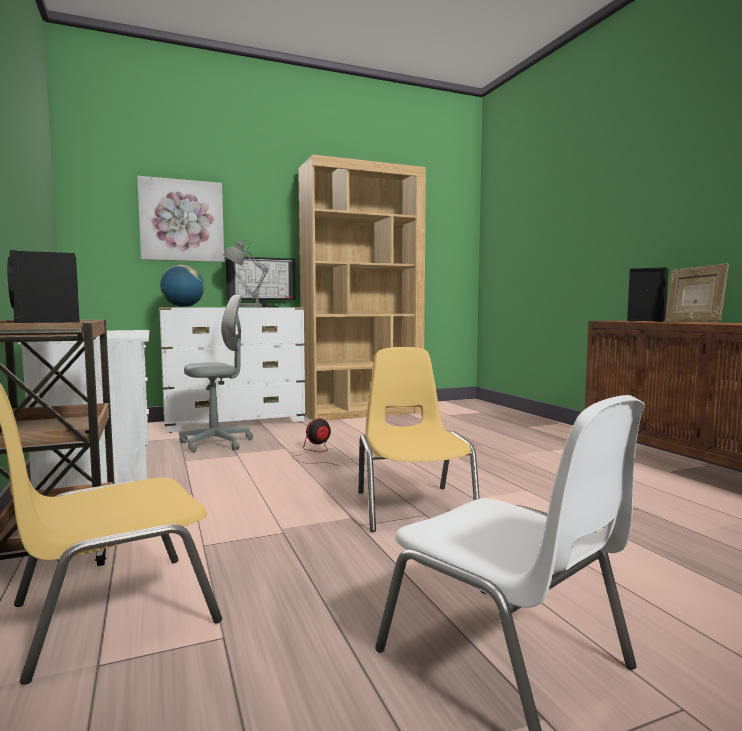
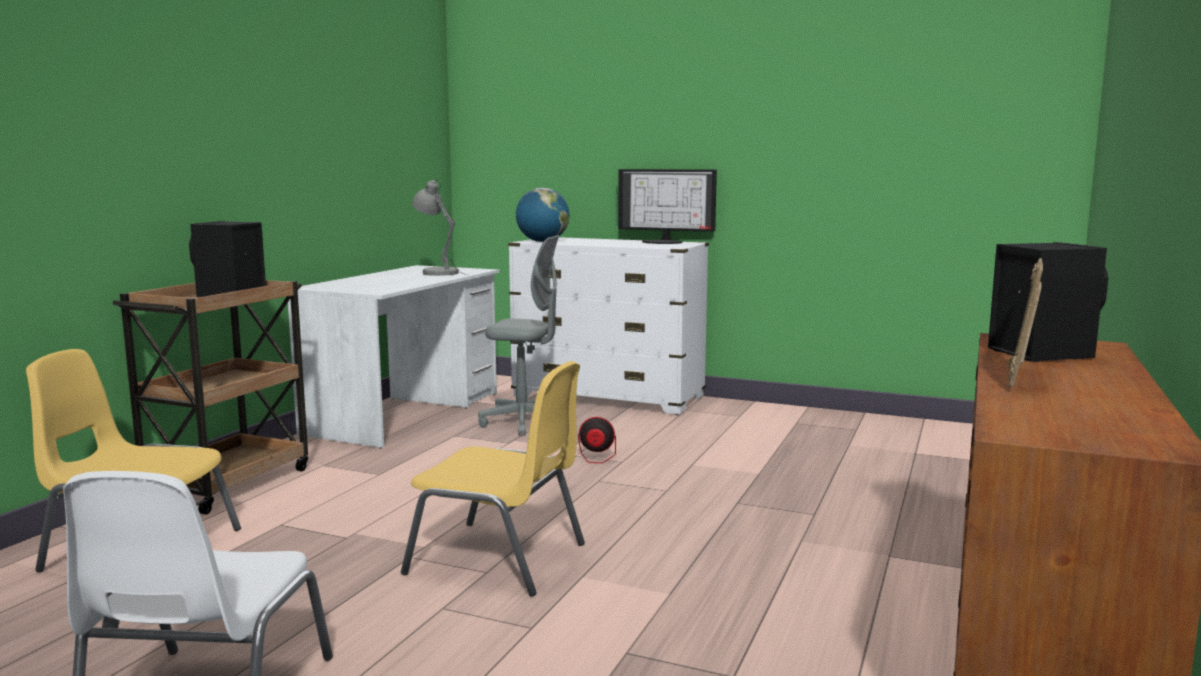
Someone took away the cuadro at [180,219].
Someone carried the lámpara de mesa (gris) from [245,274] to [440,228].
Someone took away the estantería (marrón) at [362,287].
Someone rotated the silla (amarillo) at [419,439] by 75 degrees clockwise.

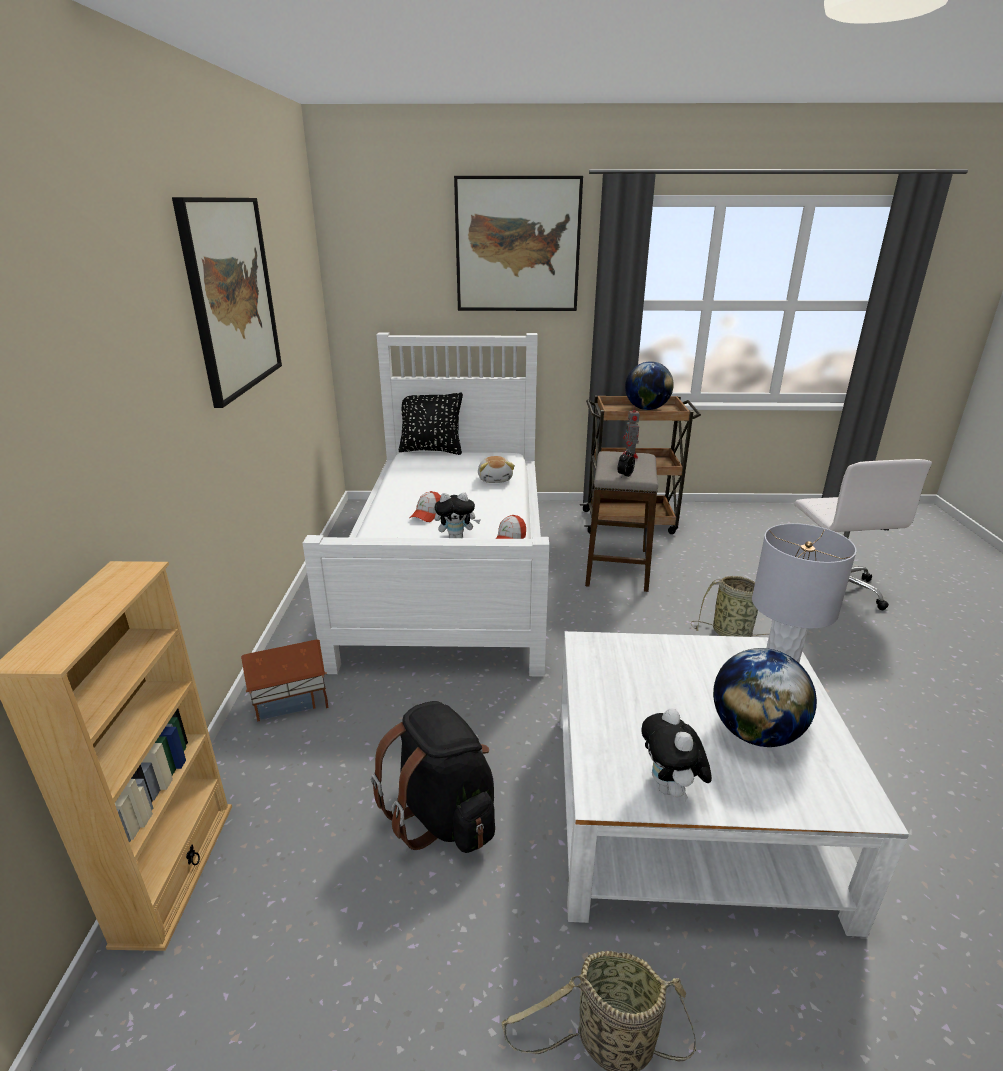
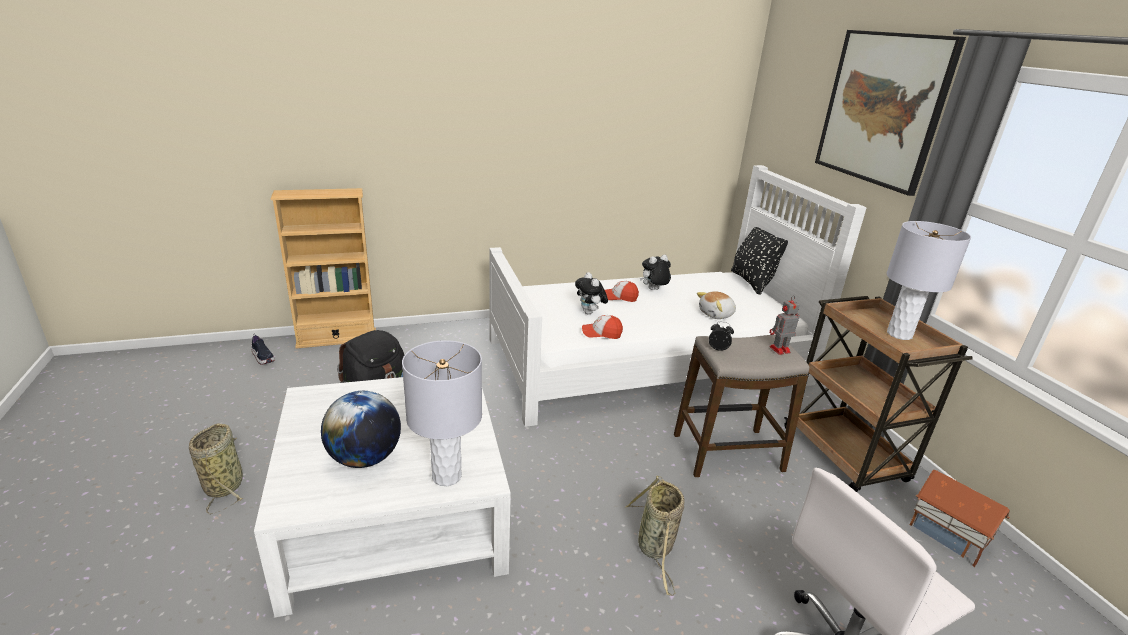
Someone took away the cuadro at [227,302].
Someone carried the casita from [284,680] to [959,518].
Someone swapped the globo terráqueo at [649,385] for the lámpara de mesa (gris) at [928,280].
Someone carried the peluche from [676,754] to [655,272].
Someone put down the zapato at [263,349].

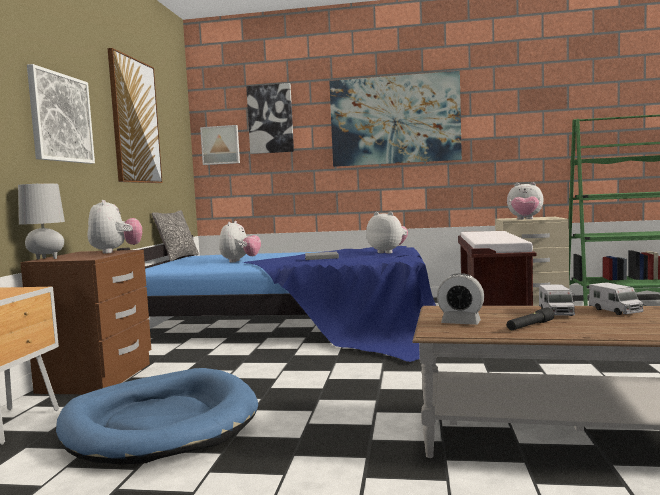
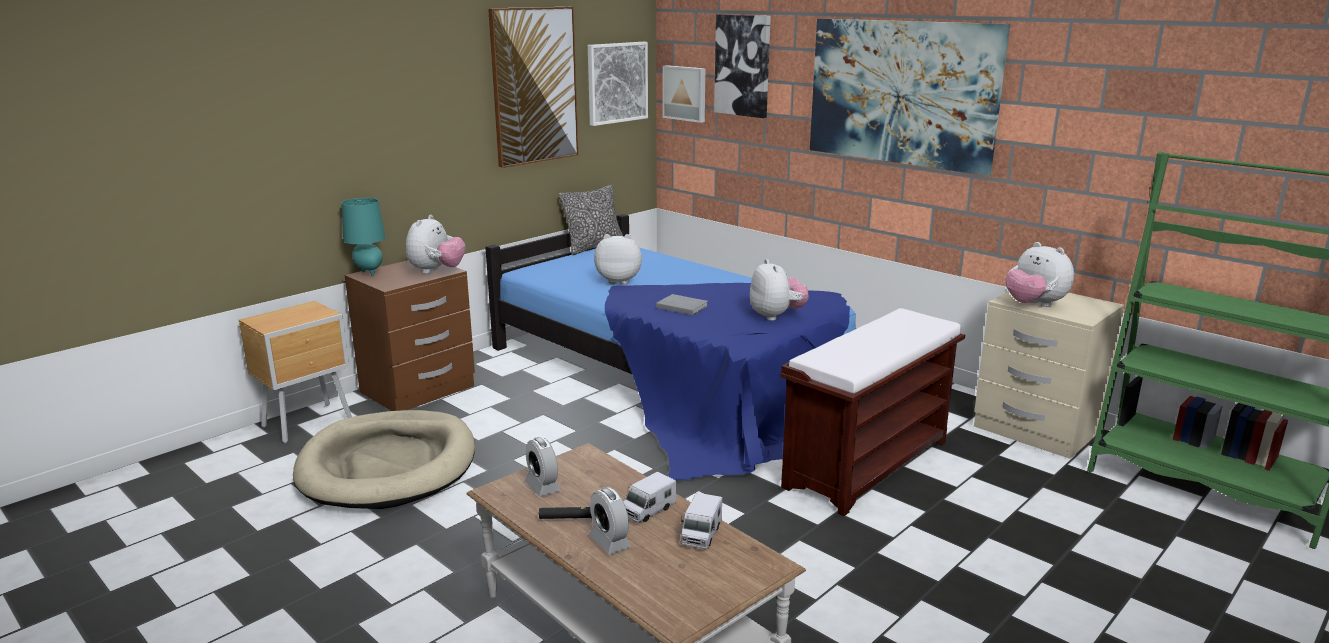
Someone repainted the lámpara de mesa (gris) at [41,221], which became the lámpara de mesa (turquesa) at [363,237].
Someone carried the cuadro from [61,114] to [618,84].
Someone repainted the cama para perro (azul) at [157,416], which became the cama para perro (beis) at [384,459].
Someone rotated the peluche at [240,242] by 135 degrees counterclockwise.
Someone put down the despertador at [610,521].

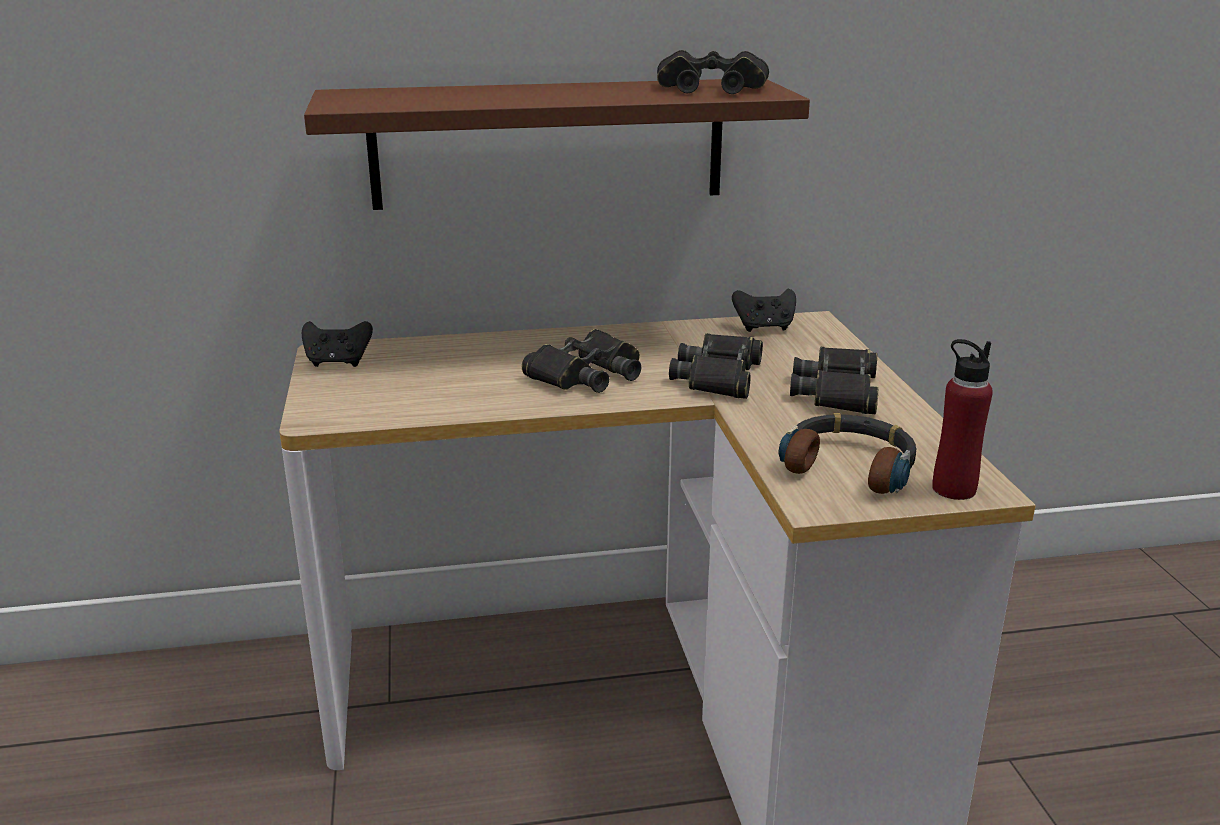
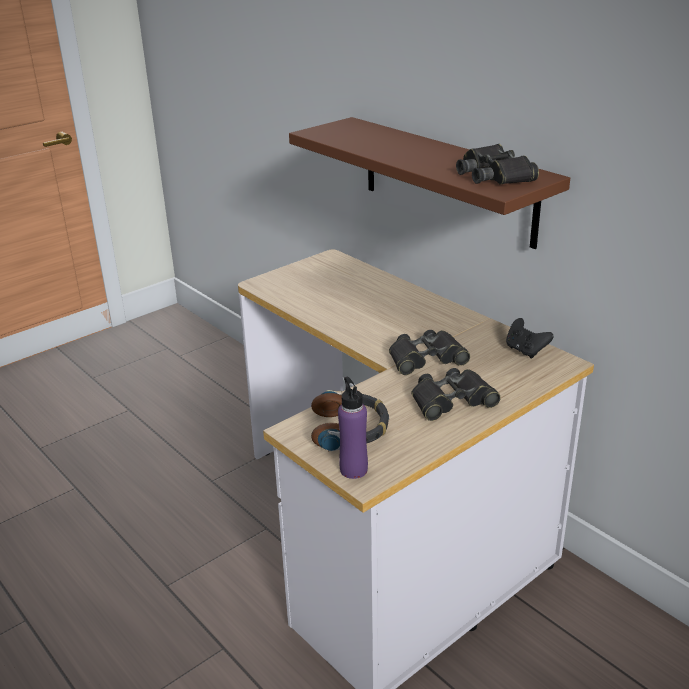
Someone took away the mando de consola (negro) at [337,344].
Someone took away the prismáticos (negro) at [581,361].
Someone repainted the botella (rojo) at [962,419], which became the botella (morado) at [353,428].

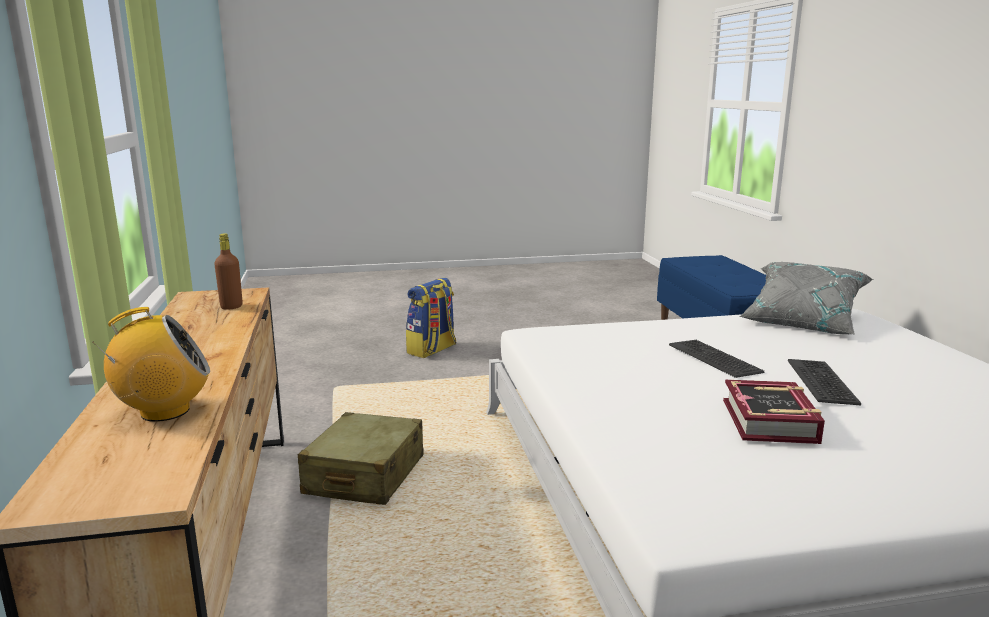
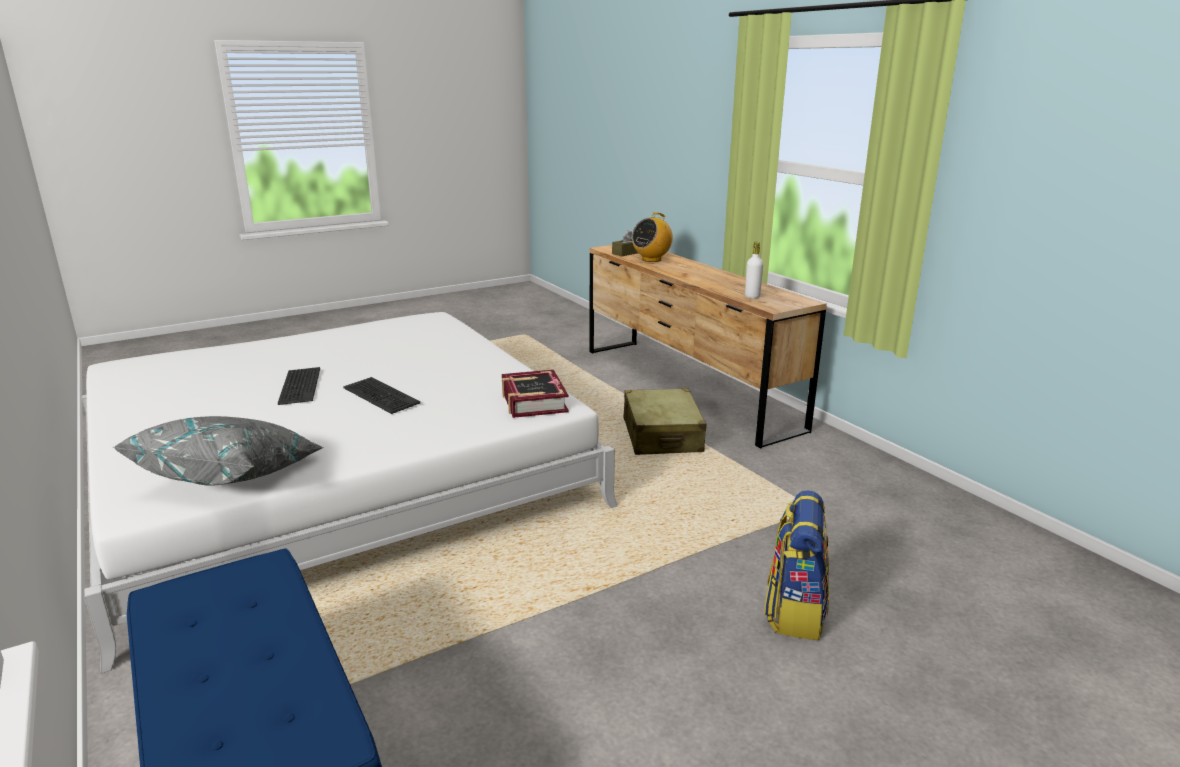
Someone repainted the botella (marrón) at [228,272], which became the botella (blanco) at [754,270].
Someone carried the libro from [774,412] to [535,394].
Someone put down the caja de pañuelos (marrón) at [625,243].

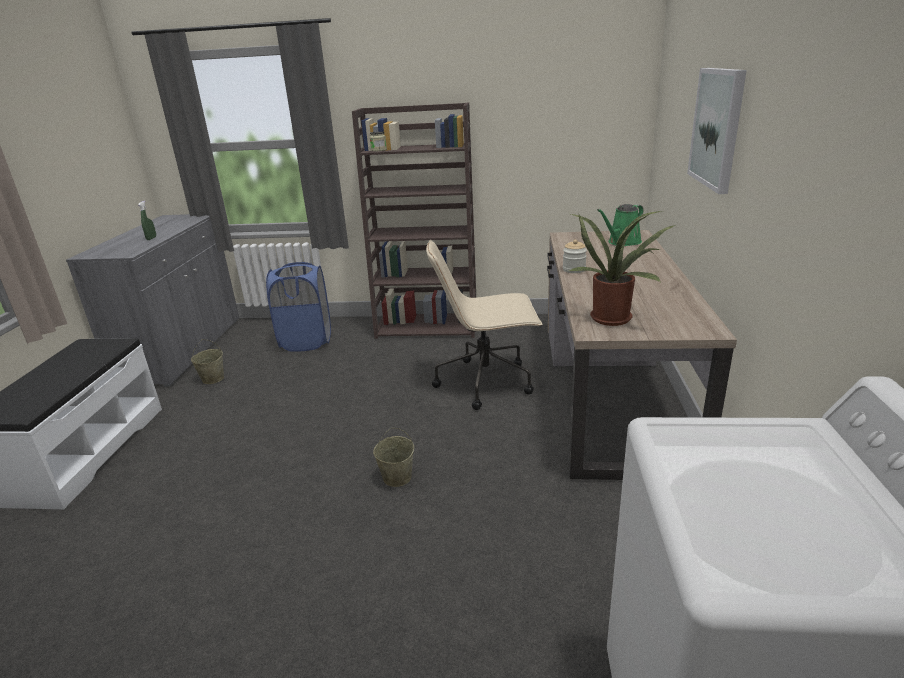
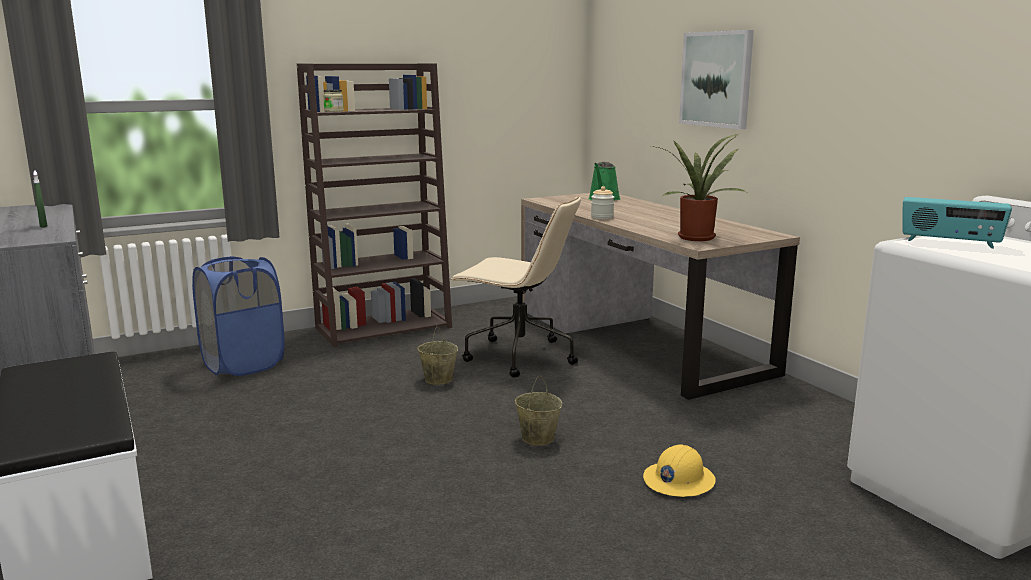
Someone carried the cubo (beis) from [207,361] to [437,355].
Someone rotated the silla de oficina (beis) at [484,325] by 120 degrees counterclockwise.
Someone put down the casco (amarillo) at [679,470].
Someone put down the radio at [957,222].

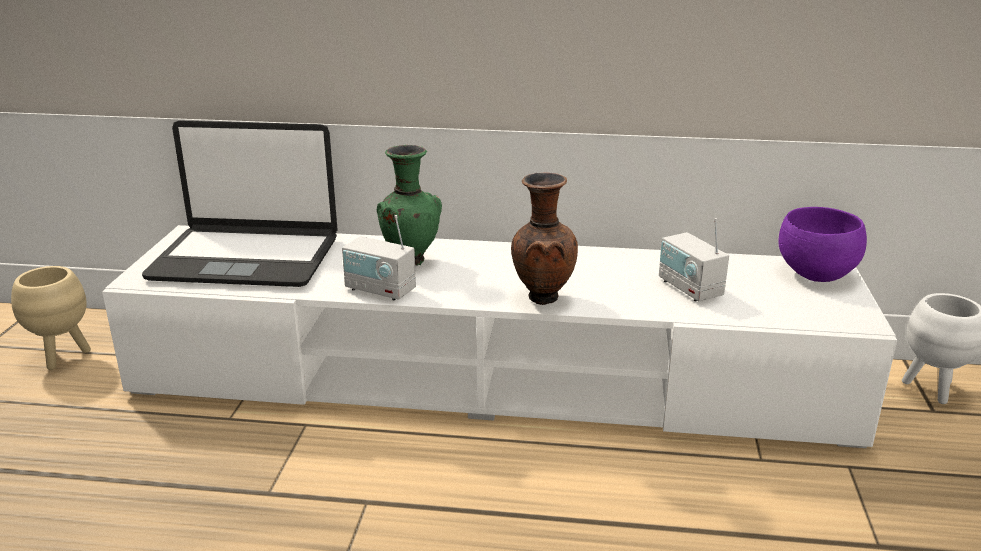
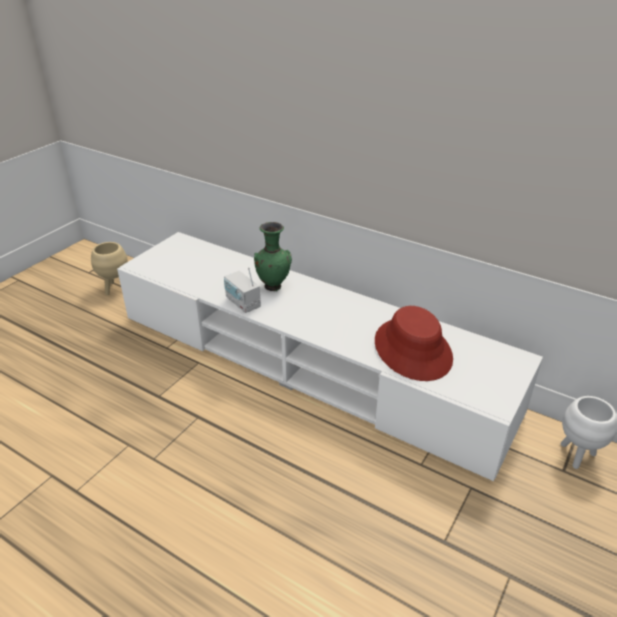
Someone took away the portátil at [240,203].
Someone took away the florero (marrón) at [544,238].
Someone swapped the radio at [694,259] for the sombrero (rojo) at [414,343].
Someone took away the cuenco (morado) at [822,244].

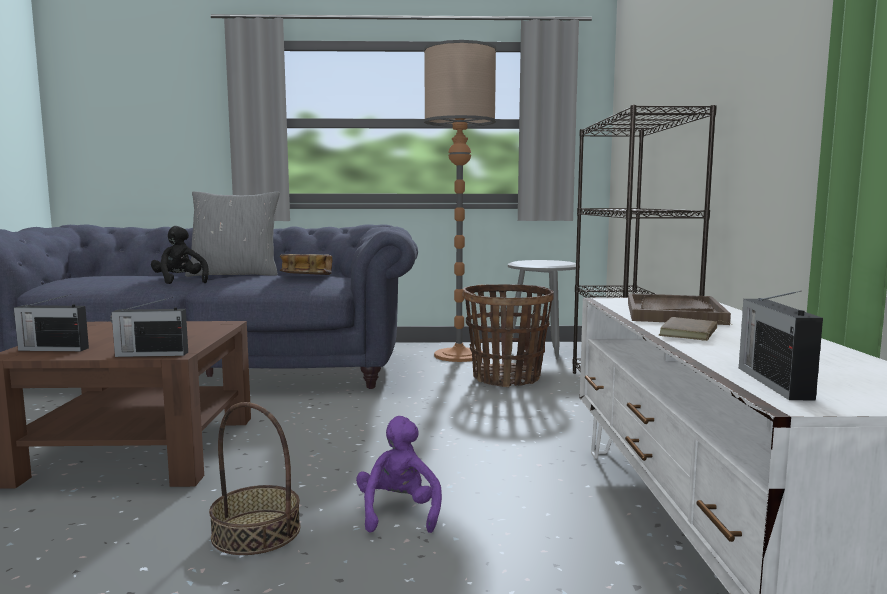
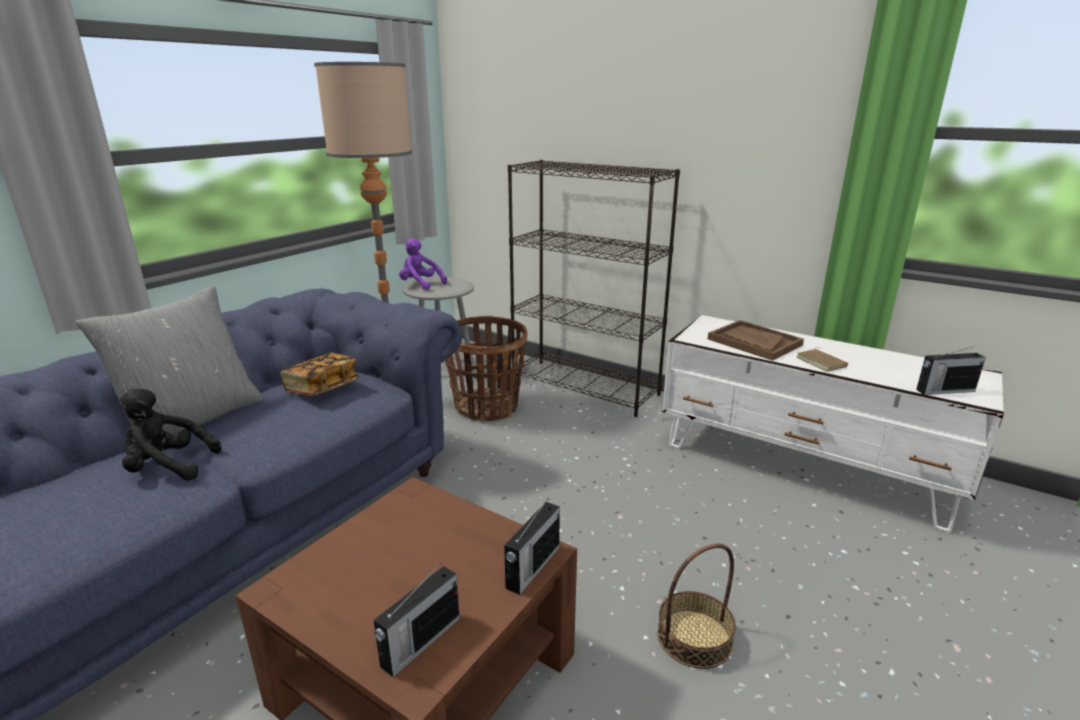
Someone carried the peluche (morado) from [399,474] to [423,264].
Someone rotated the radio at [781,345] by 45 degrees counterclockwise.

